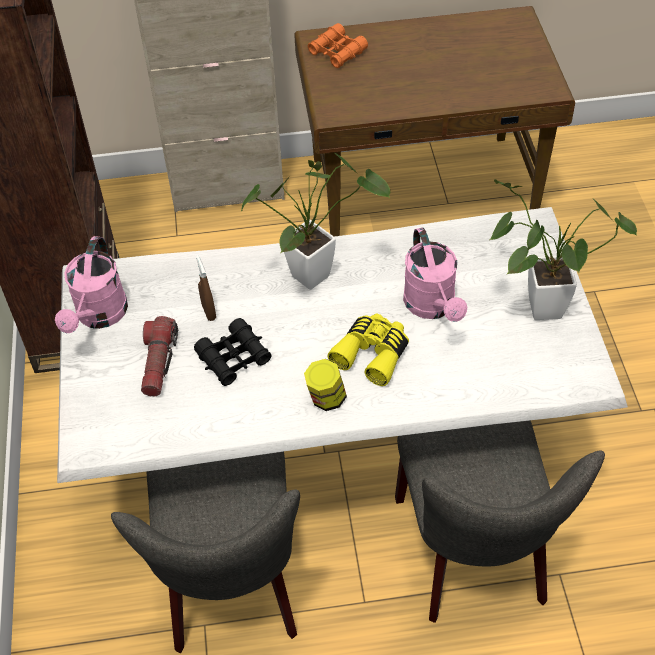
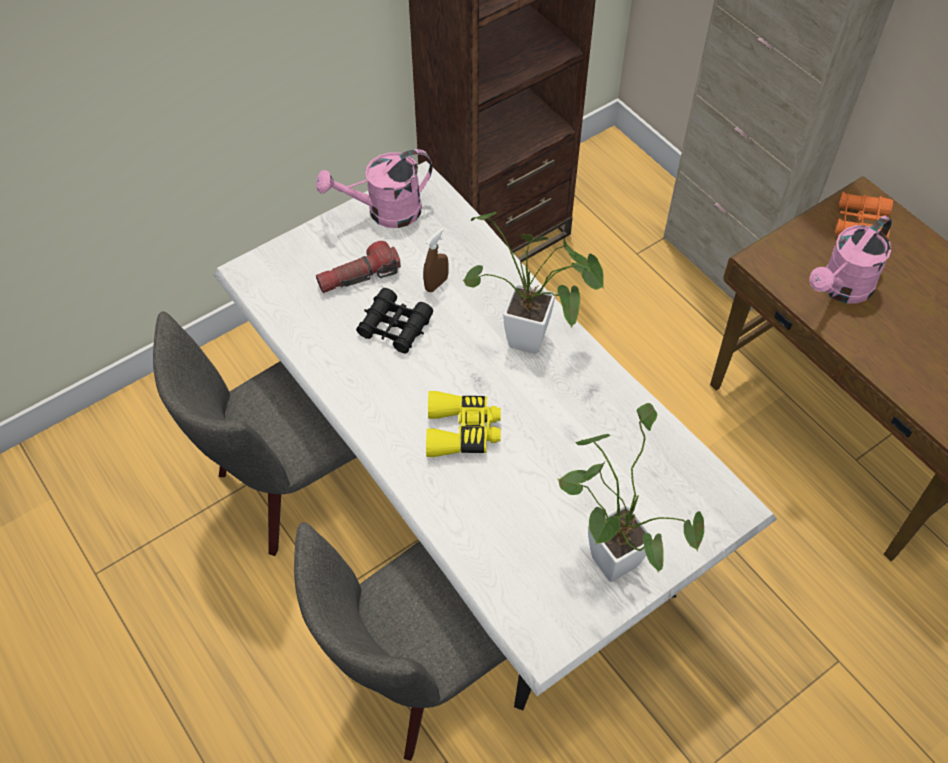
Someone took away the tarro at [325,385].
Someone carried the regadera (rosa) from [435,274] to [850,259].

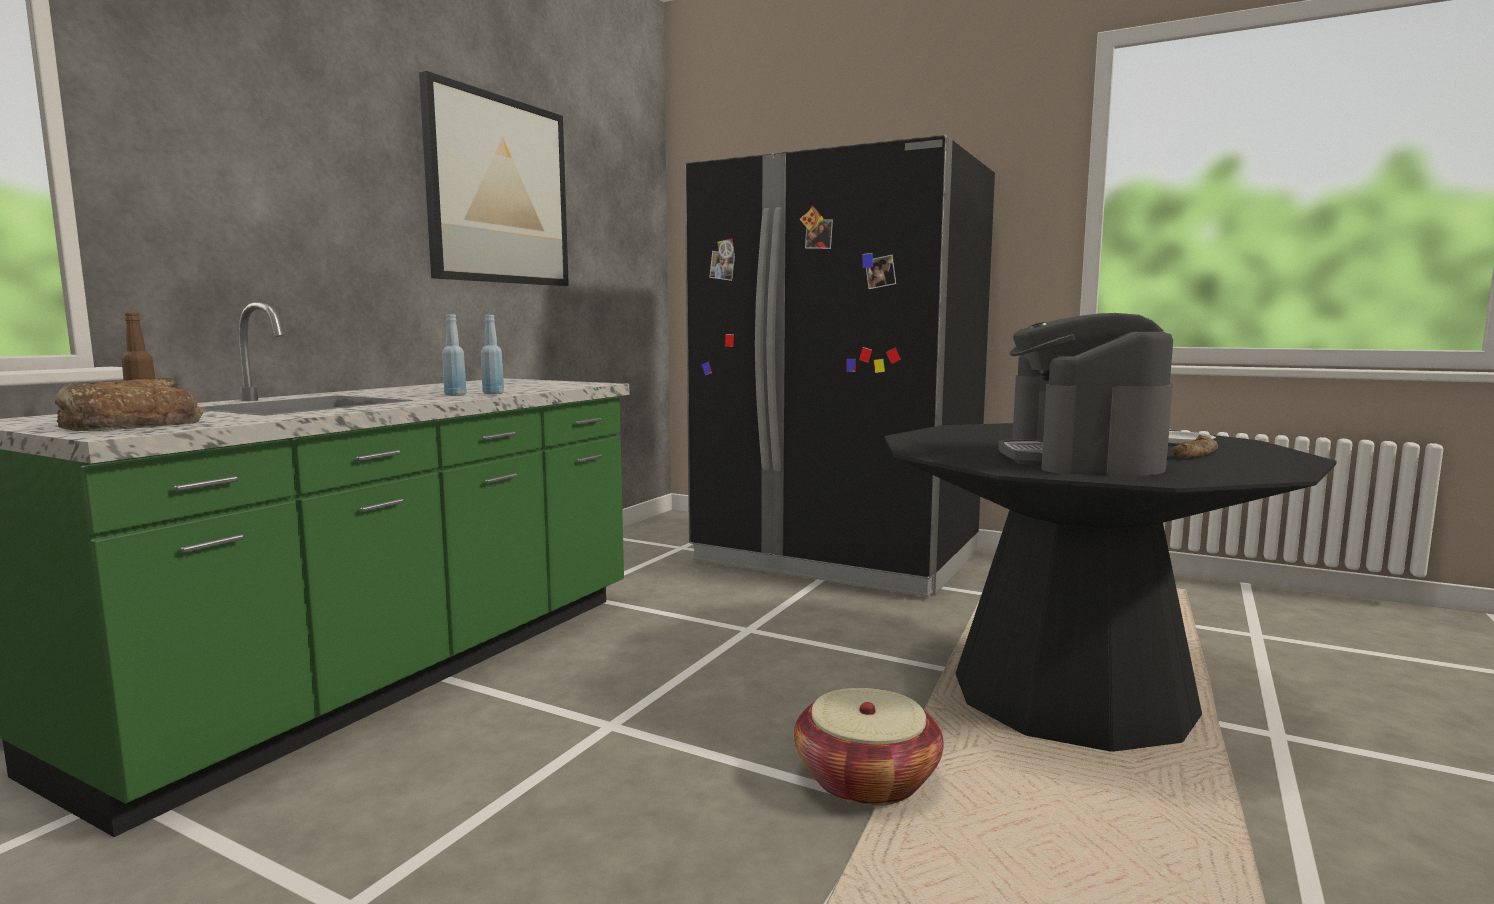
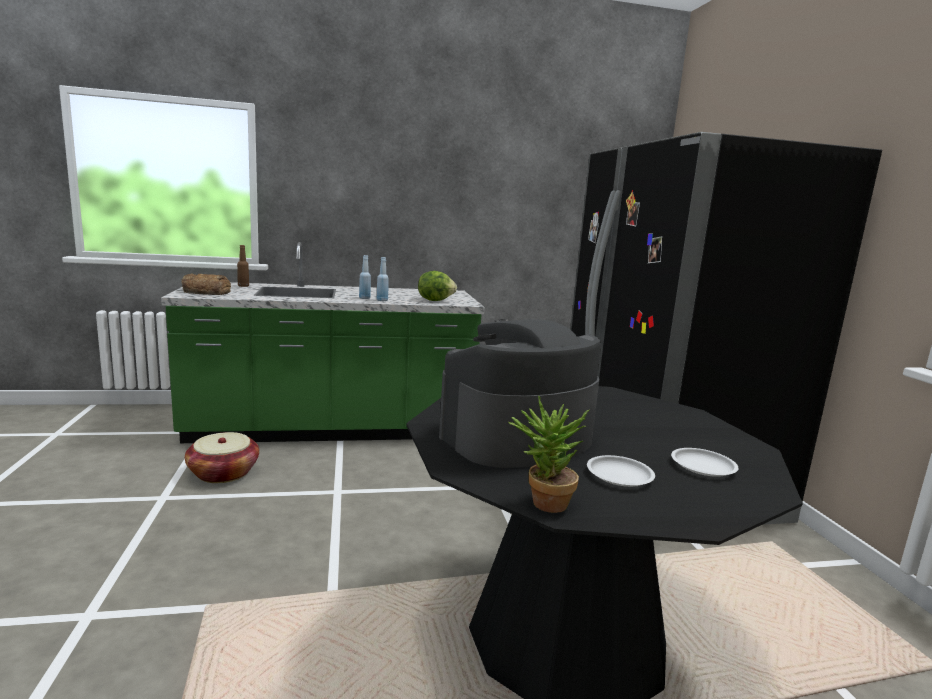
Someone took away the cuadro at [494,178].
Someone carried the cesta from [869,747] to [222,457].
Someone swapped the pan at [1194,446] for the plato (blanco) at [621,471].
Someone put down the lechuga at [437,286].
Someone put down the planta en maceta at [549,454].

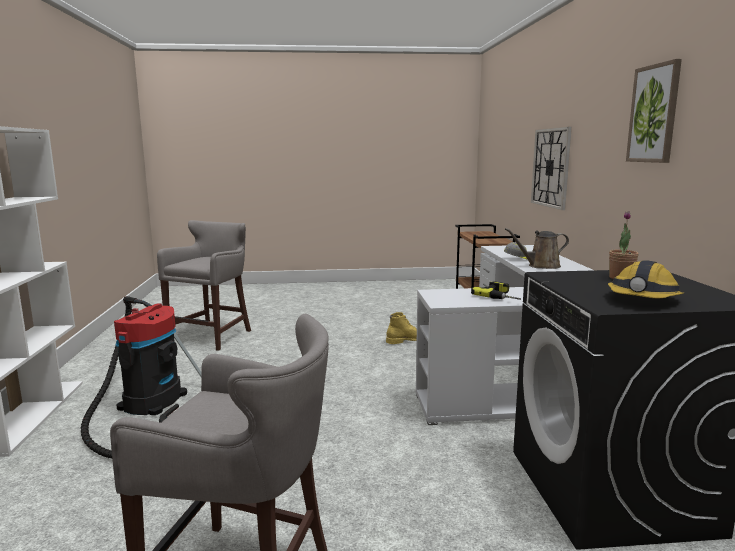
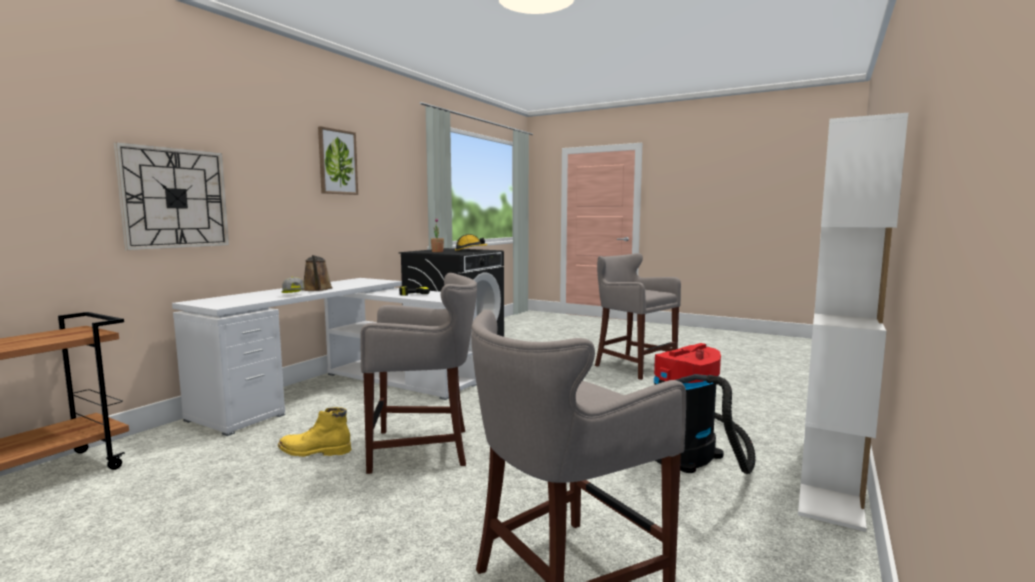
Someone rotated the regadera (marrón) at [537,248] by 45 degrees clockwise.
Someone put down the taburete (gris) at [418,373].

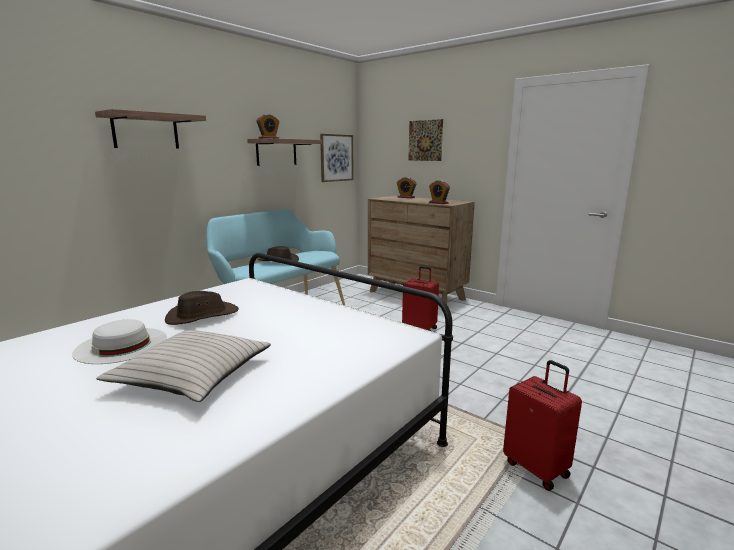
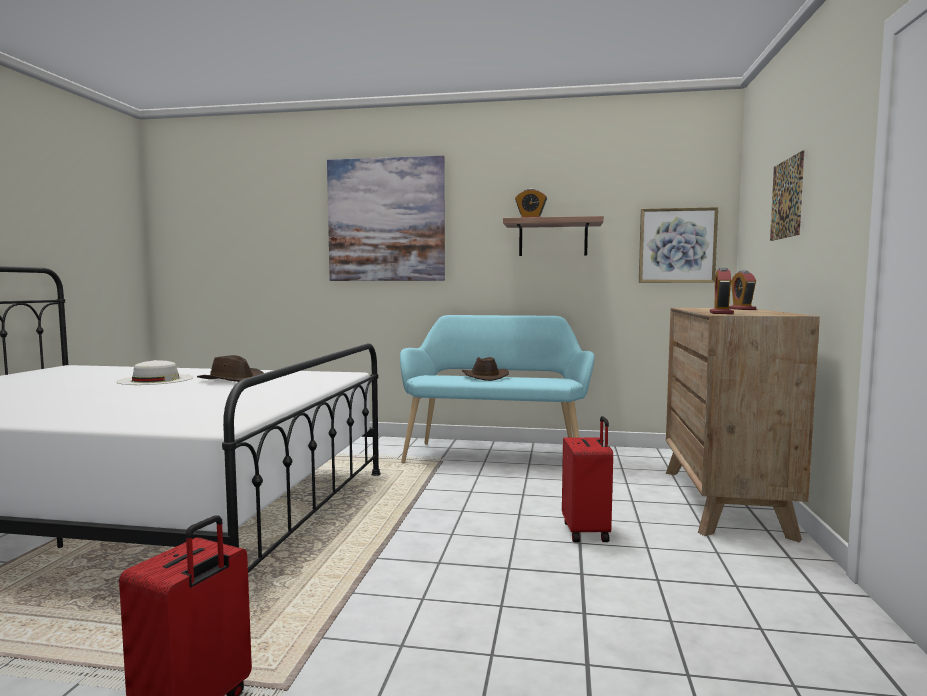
Someone swapped the estante at [150,128] for the cuadro at [386,218].
Someone took away the cojín (beis) at [183,365].

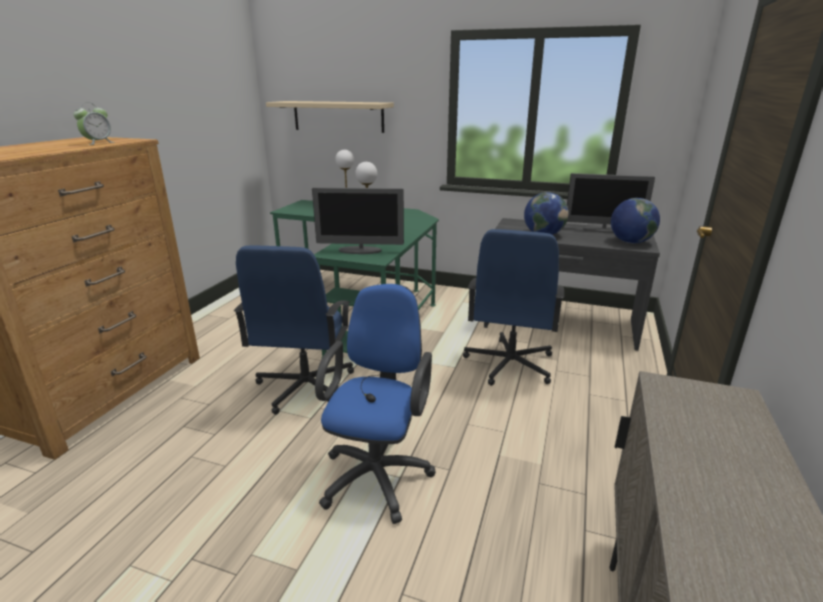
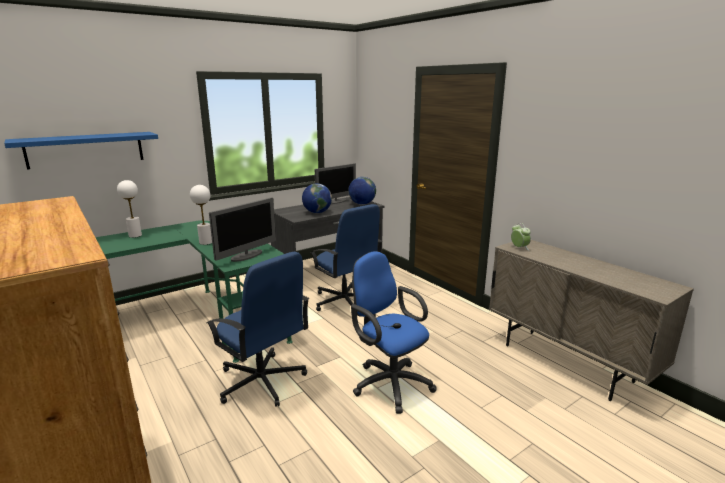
Someone carried the despertador from [94,124] to [521,237].
Someone repainted the estante (beis) at [330,117], which became the estante (azul) at [81,151].

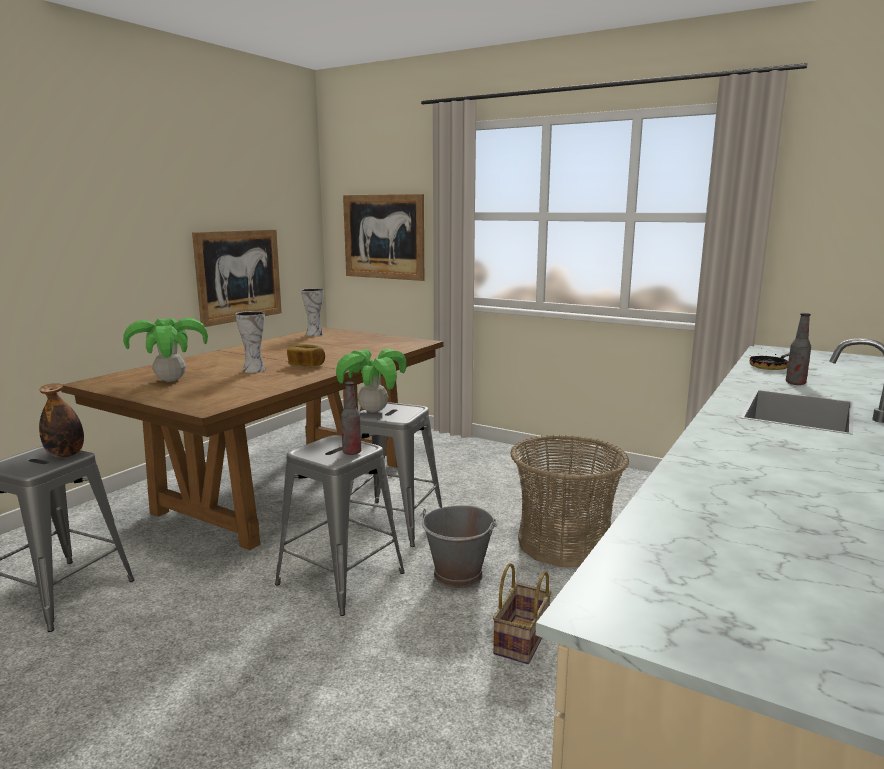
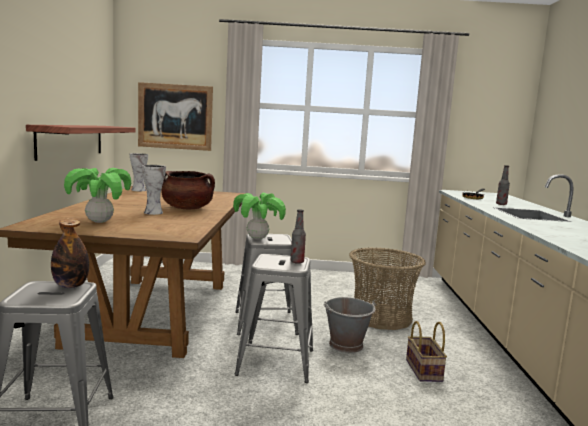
Someone swapped the cuadro at [237,278] for the estante at [80,143].
Someone swapped the pan at [306,355] for the olla (marrón) at [188,190].

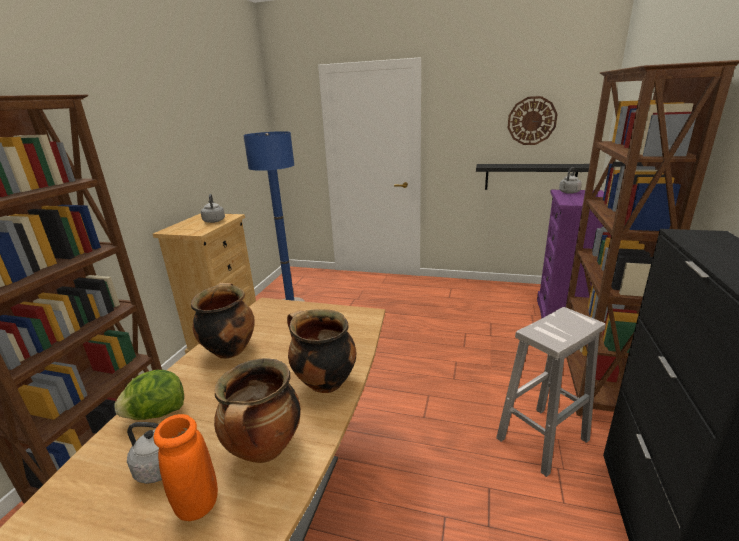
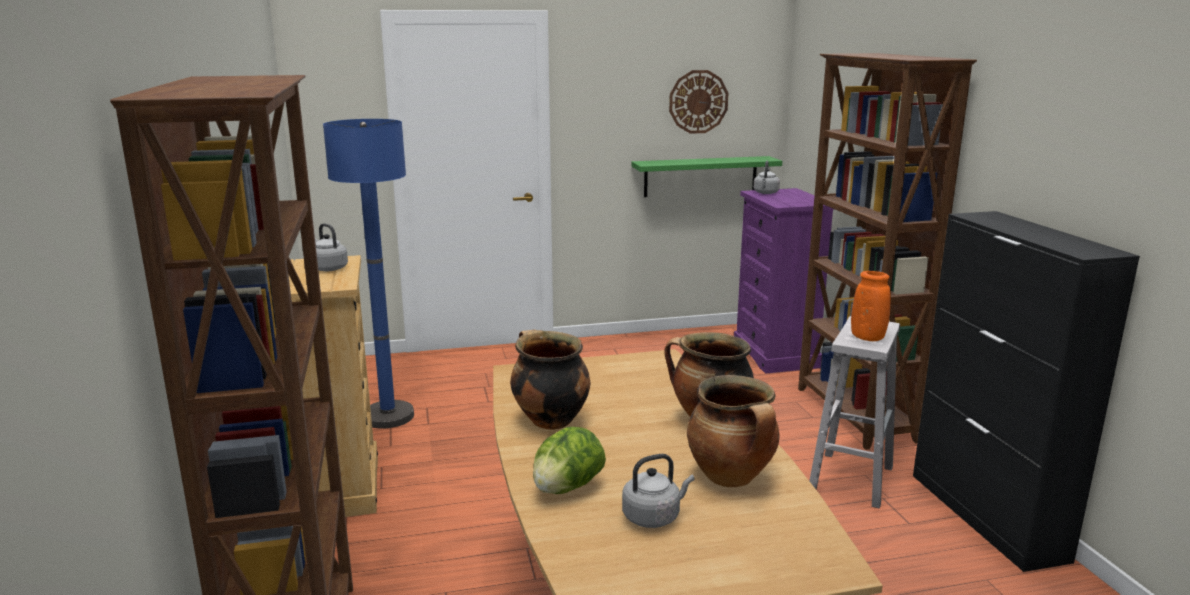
Someone carried the florero (naranja) from [186,467] to [871,306].
Someone repainted the estante (negro) at [533,177], which became the estante (verde) at [706,176].

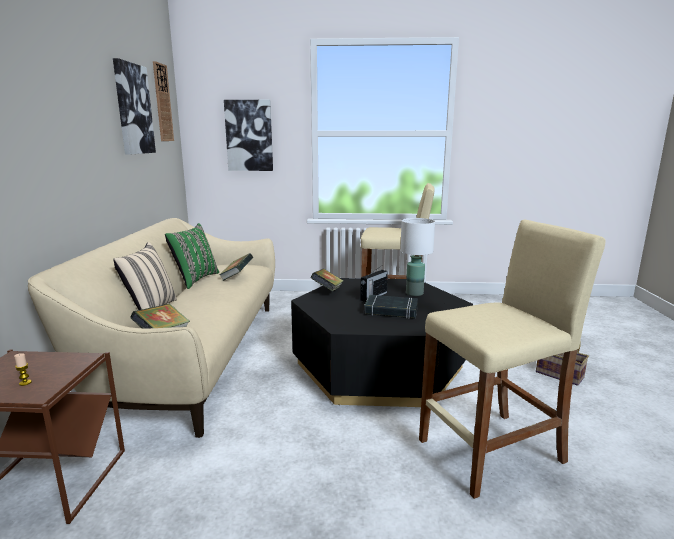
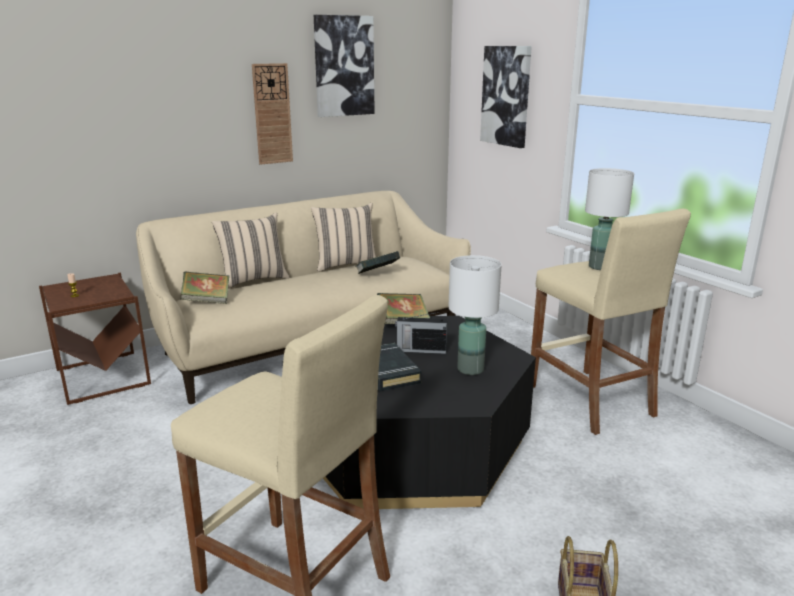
Someone carried the reloj de pared from [163,101] to [272,114].
Someone repainted the cojín (verde) at [192,256], which became the cojín (beis) at [343,237].
Someone put down the lámpara de mesa (blanco) at [609,219].

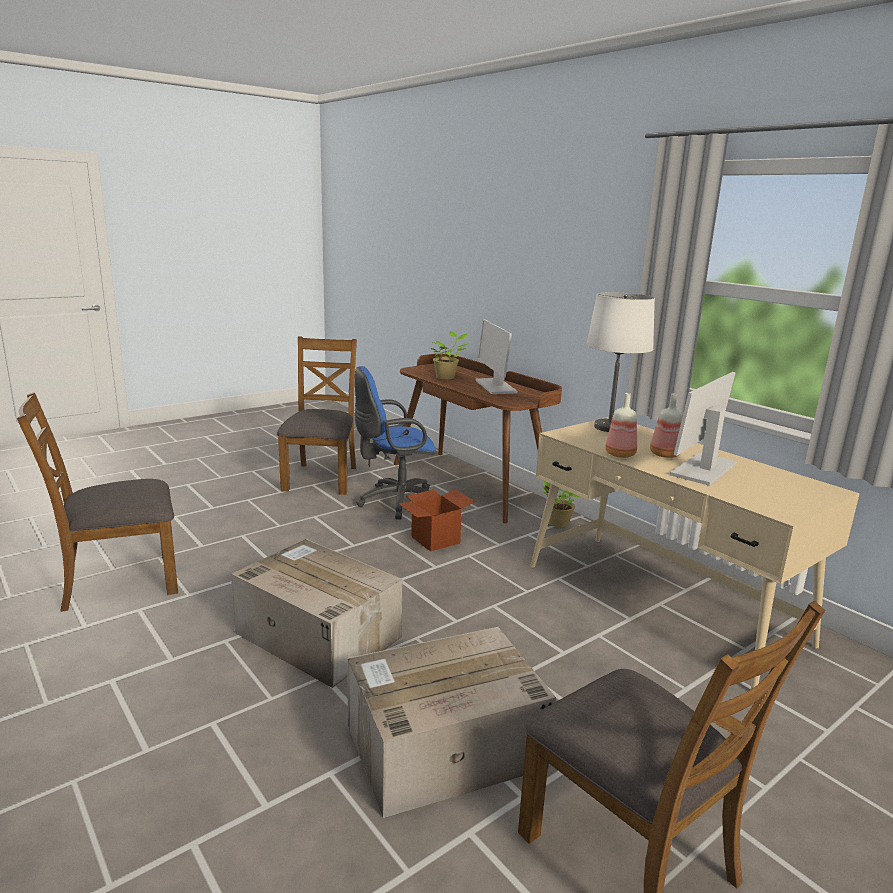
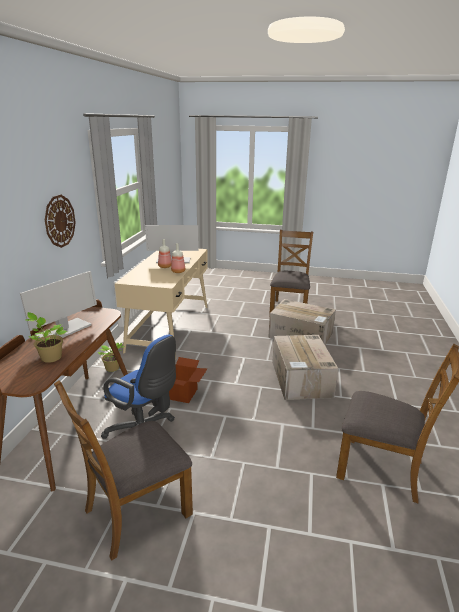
Someone took away the lámpara de mesa (blanco) at [620,362].
Someone put up the reloj de pared at [60,221].

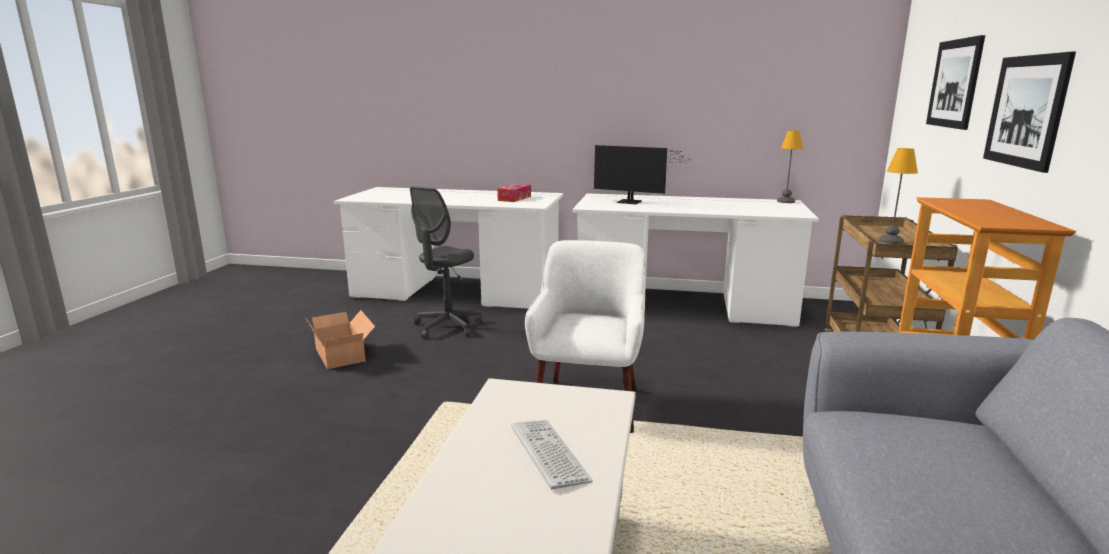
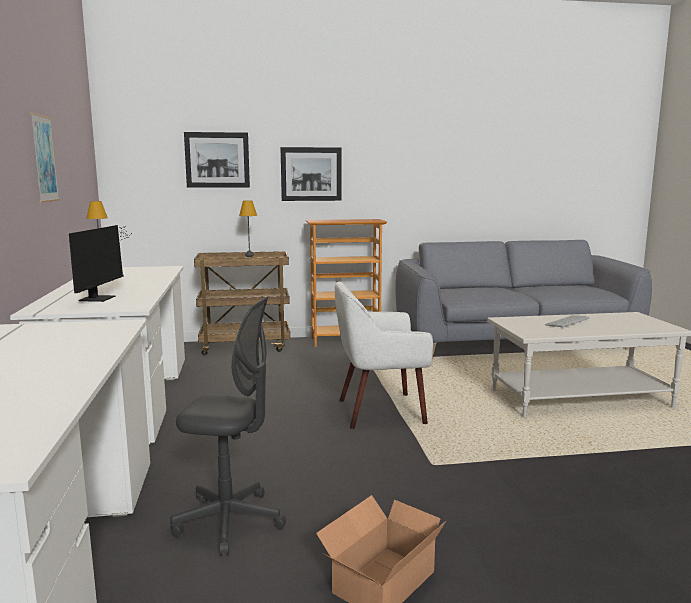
Someone took away the caja de pañuelos at [514,193].
Someone put up the cuadro at [45,157].

